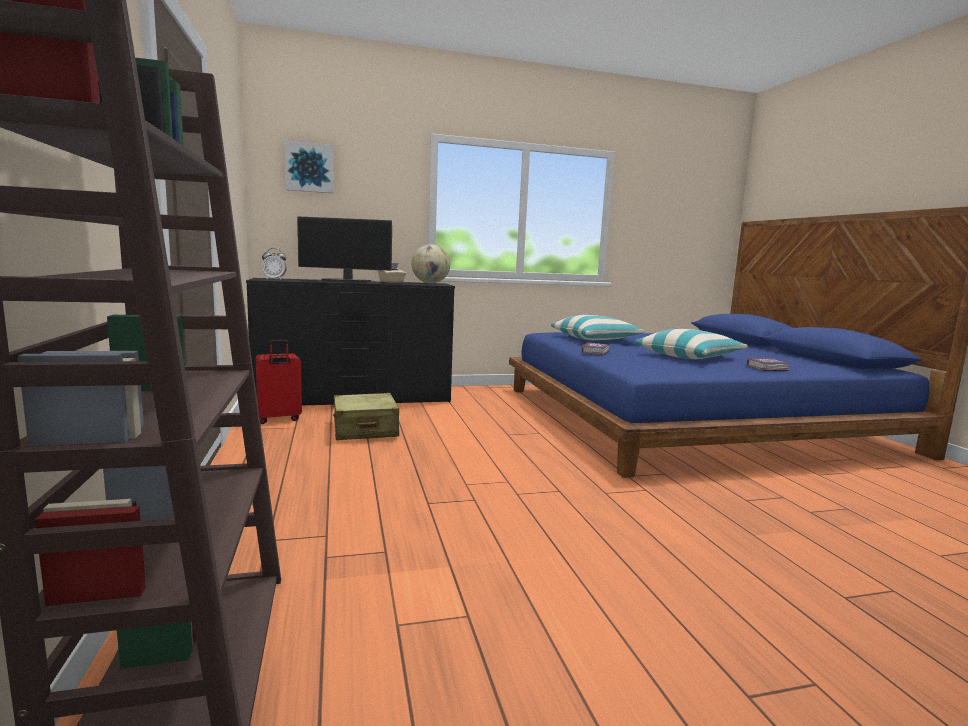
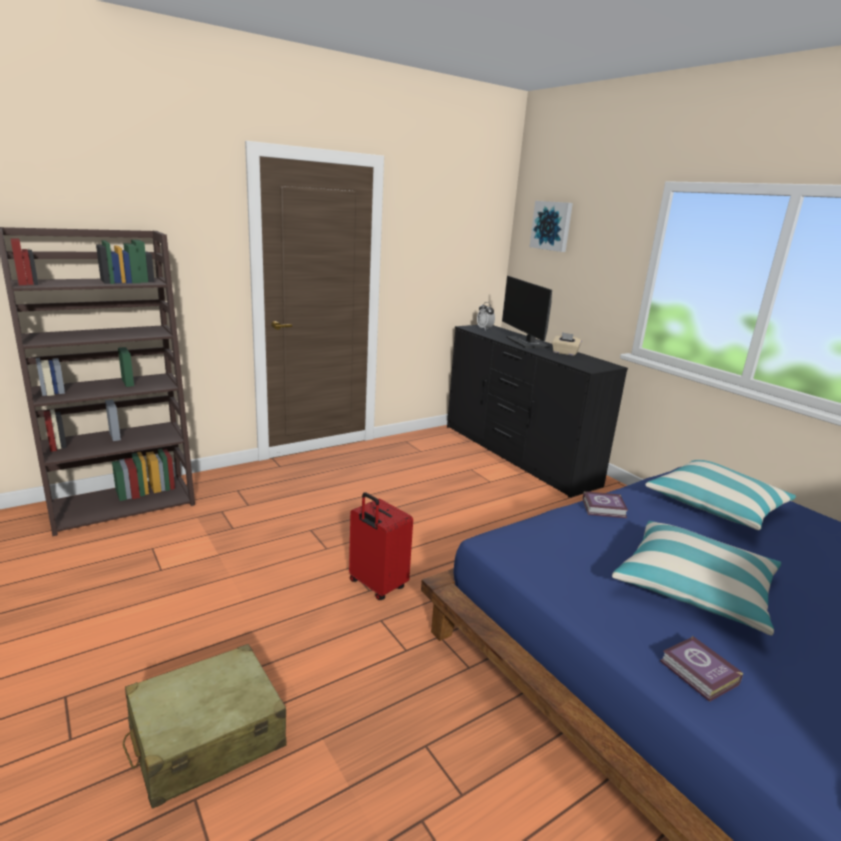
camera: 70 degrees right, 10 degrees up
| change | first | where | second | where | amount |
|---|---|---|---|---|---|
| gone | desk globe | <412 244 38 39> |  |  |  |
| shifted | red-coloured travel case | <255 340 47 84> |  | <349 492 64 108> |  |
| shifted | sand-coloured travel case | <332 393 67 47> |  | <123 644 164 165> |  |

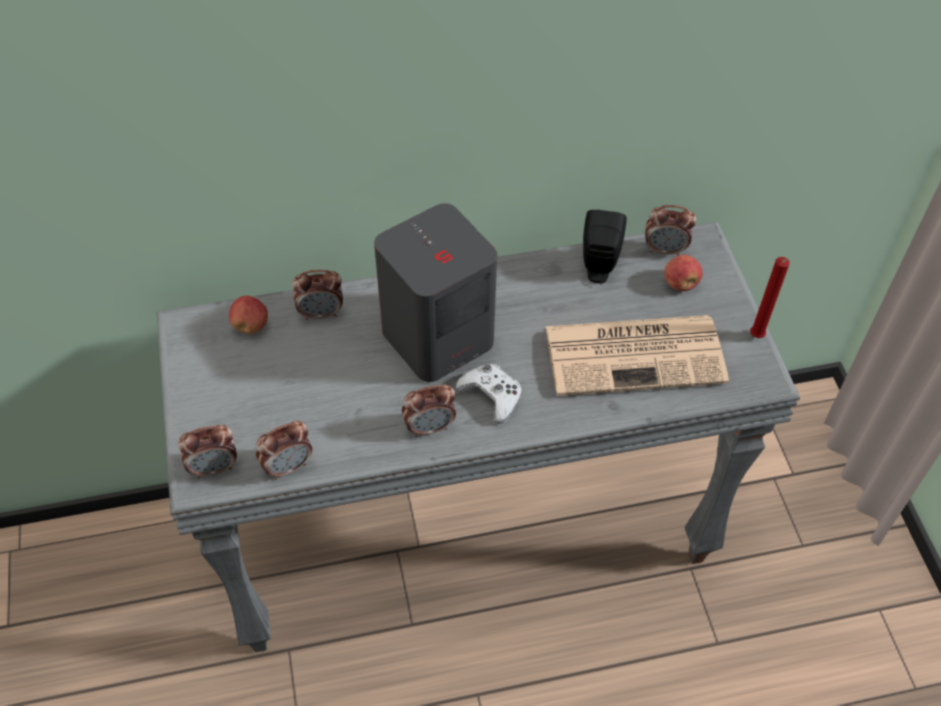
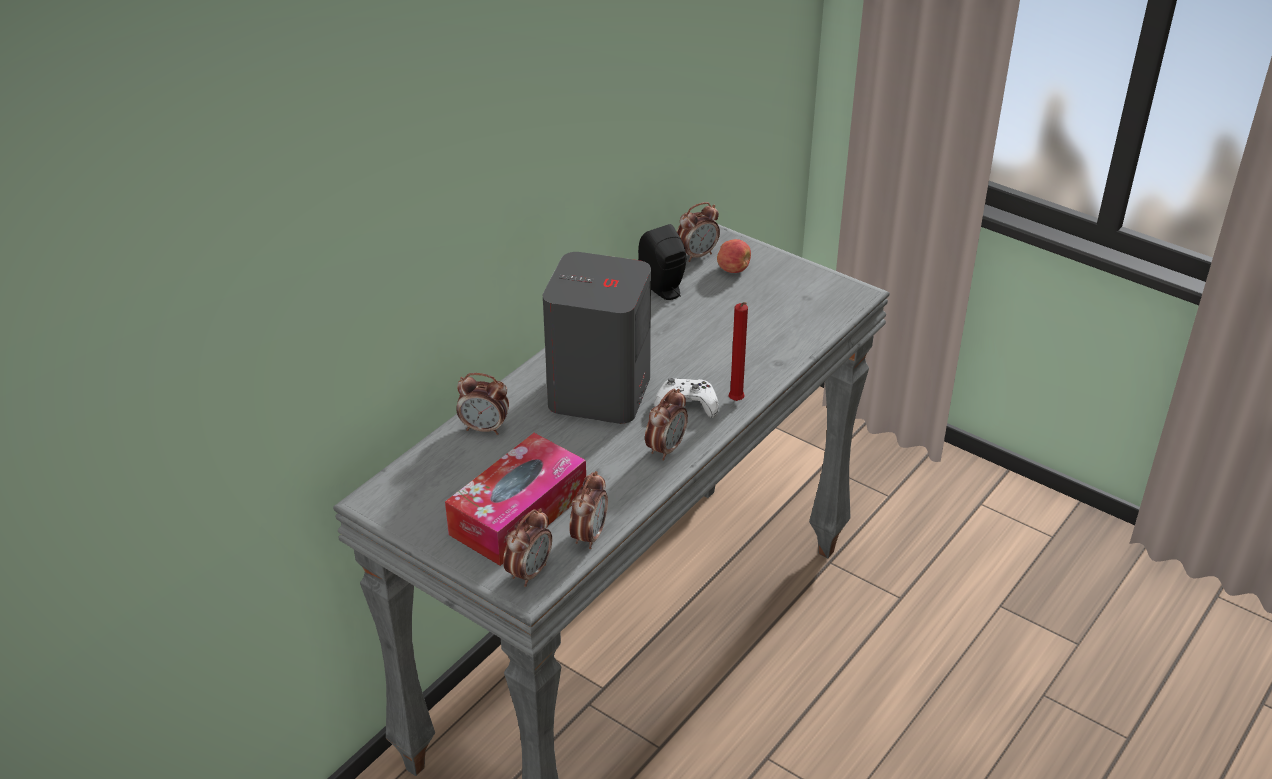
camera: 40 degrees left, 15 degrees down
| change | first | where | second | where | amount |
|---|---|---|---|---|---|
| shifted | red-coloured wax candle | <750 257 40 81> |  | <729 302 19 99> |  |
| rotated | alarm clock | <292 269 51 51> |  | <456 373 53 62> | 60 degrees clockwise |
| gone | whole apple | <229 296 39 38> |  |  |  |
| gone | daily paper | <545 315 184 81> |  |  |  |
| new |  |  | box of tissues | <445 433 141 133> |  |

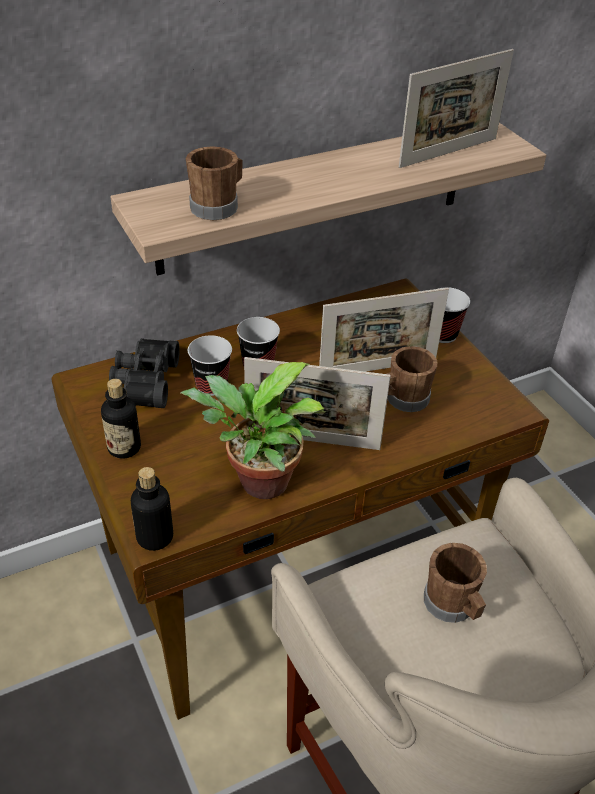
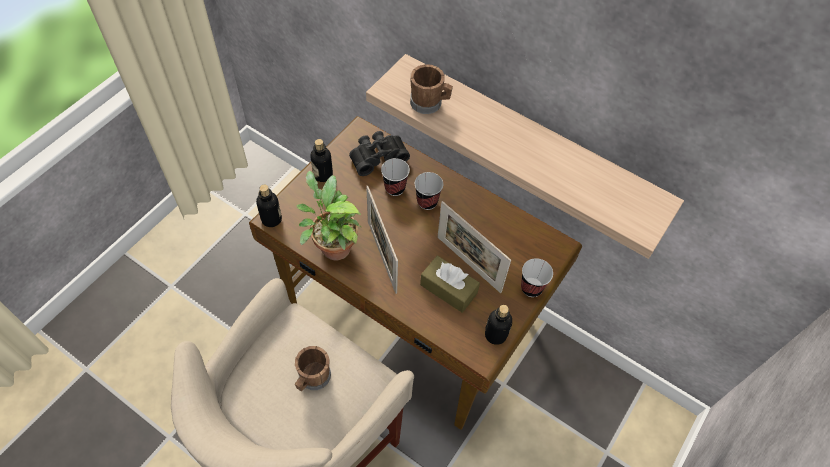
camera: 60 degrees right, 15 degrees up
| change | first | where | second | where | amount |
|---|---|---|---|---|---|
| gone | photo frame | <399 49 115 119> |  |  |  |
| swapped | brownish mug | <386 346 51 66> | brownish box of tissues | <420 256 60 57> |  |
| new |  |  | beverage bottle | <485 305 27 40> |  |

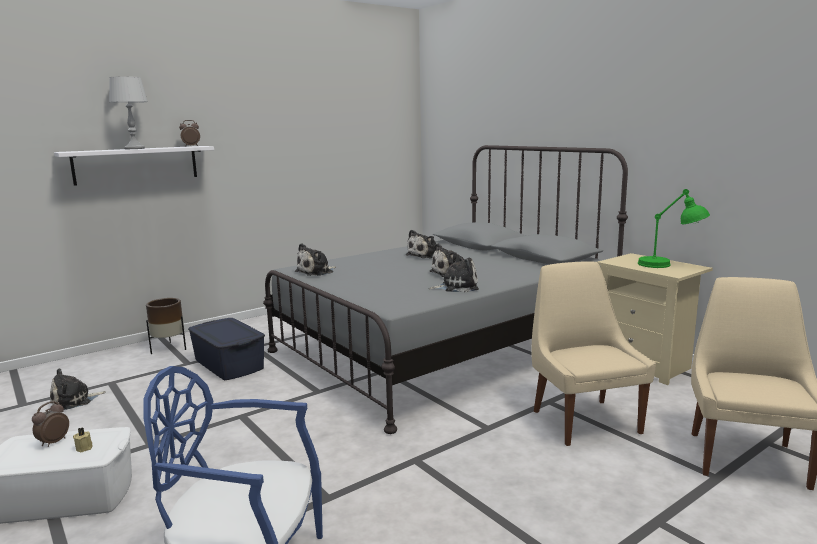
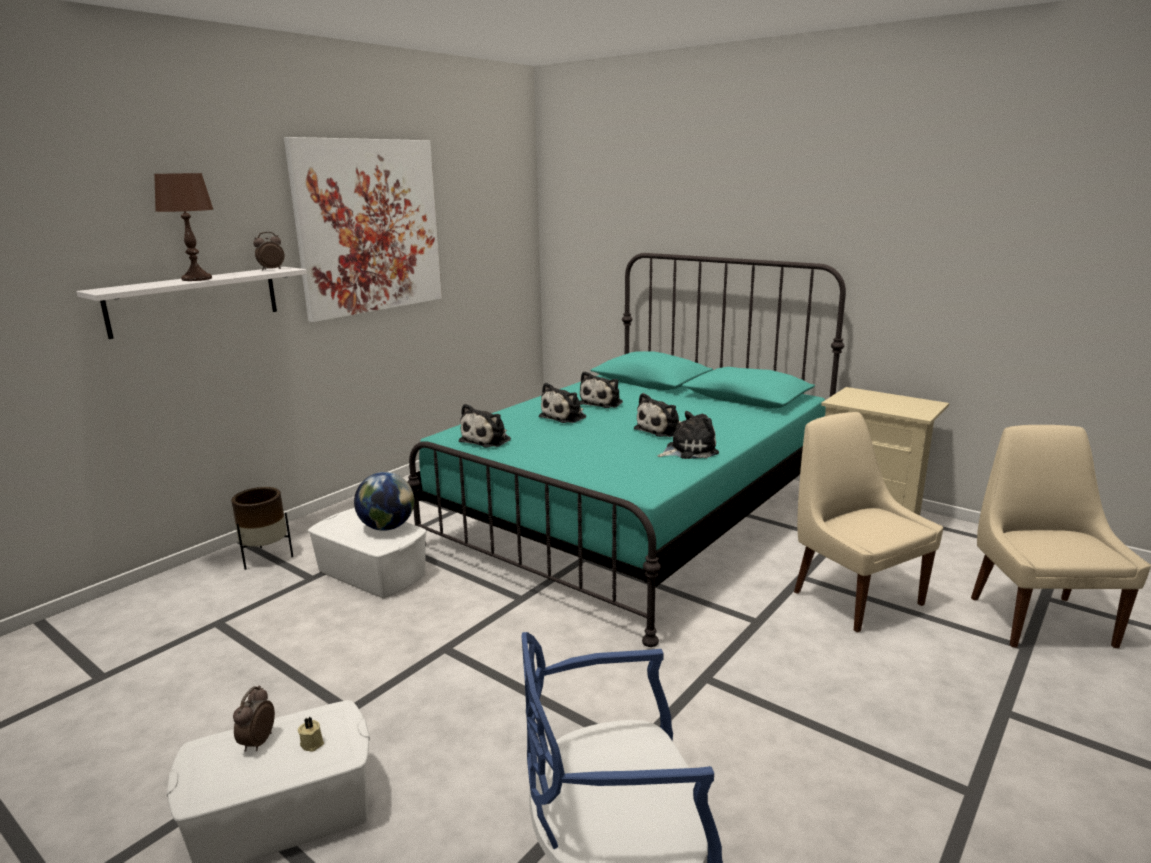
camera: 15 degrees left, 5 degrees up
| change | first | where | second | where | amount |
|---|---|---|---|---|---|
| repainted | gray table lamp | <109 76 39 73> | brownish table lamp | <154 173 59 108> |  |
| repainted | gray bedroom bed | <263 145 365 289> | turquoise bedroom bed | <407 253 439 394> |  |
| gone | green table lamp | <638 189 72 79> |  |  |  |
| repainted | blue storage bin | <188 318 77 62> | whitish storage bin | <308 508 119 90> |  |
| shifted | plush toy | <50 368 56 42> |  | <539 382 47 41> |  |
| new |  |  | wall art | <284 137 158 185> |  |
| new |  |  | desk globe | <354 472 60 59> |  |

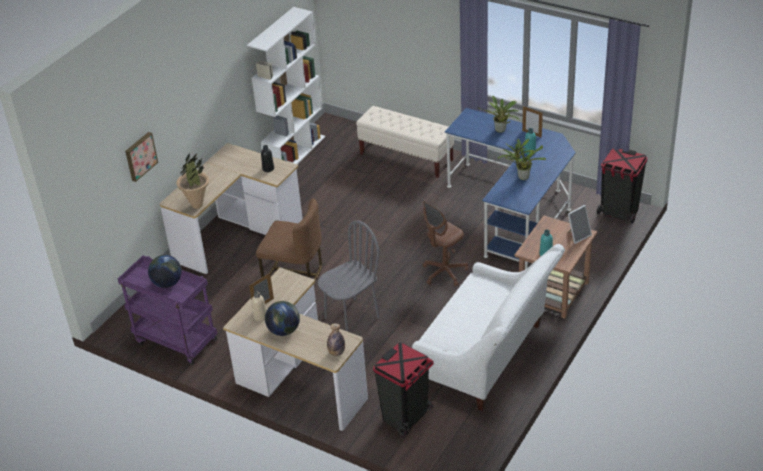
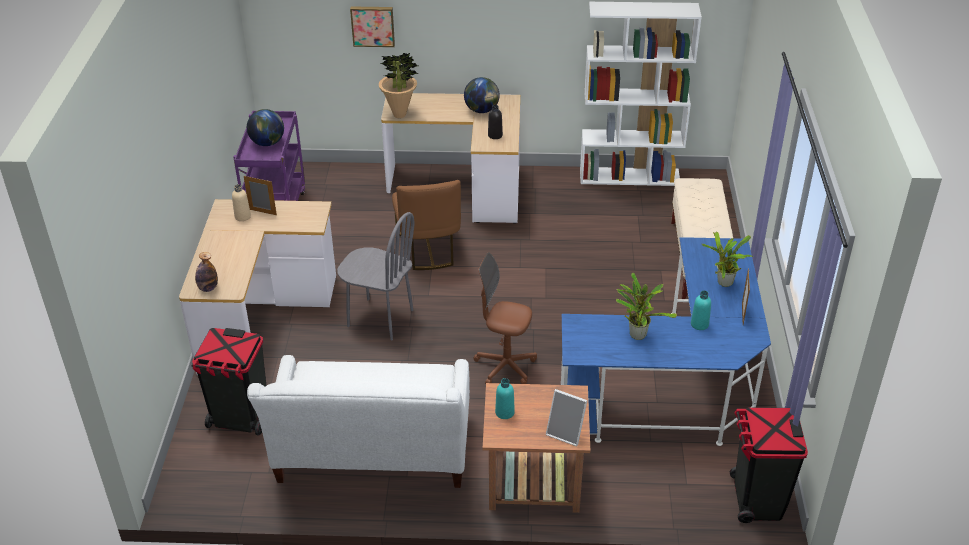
camera: 60 degrees right, 0 degrees up
| change | first | where | second | where | amount |
|---|---|---|---|---|---|
| shifted | desk globe | <265 301 35 35> |  | <464 77 36 36> |  |

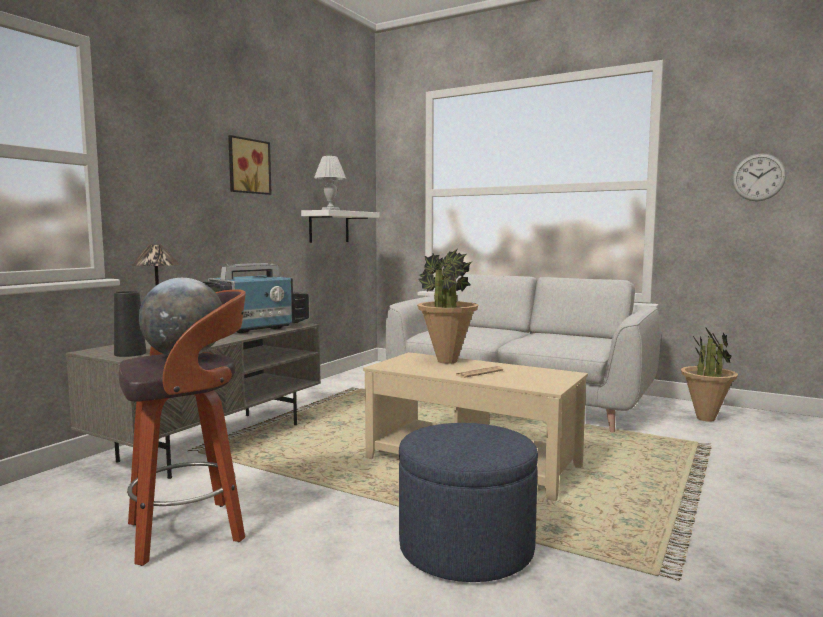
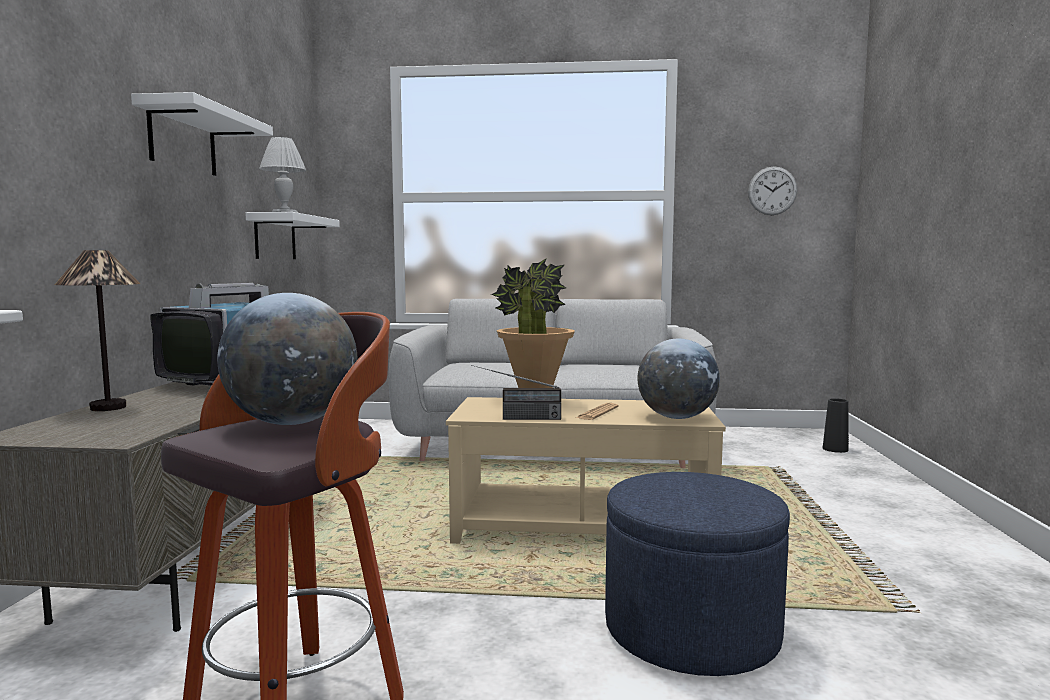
camera: 25 degrees left, 0 degrees up
| change | first | where | second | where | amount |
|---|---|---|---|---|---|
| swapped | wall art | <228 135 44 60> | whitish shelf | <131 92 142 84> |  |
| shifted | black flower vase | <114 291 32 66> |  | <823 398 26 55> |  |
| gone | houseplant | <681 327 57 95> |  |  |  |
| new |  |  | desk globe | <637 339 83 80> |  |
| new |  |  | radio set | <471 365 90 55> |  |

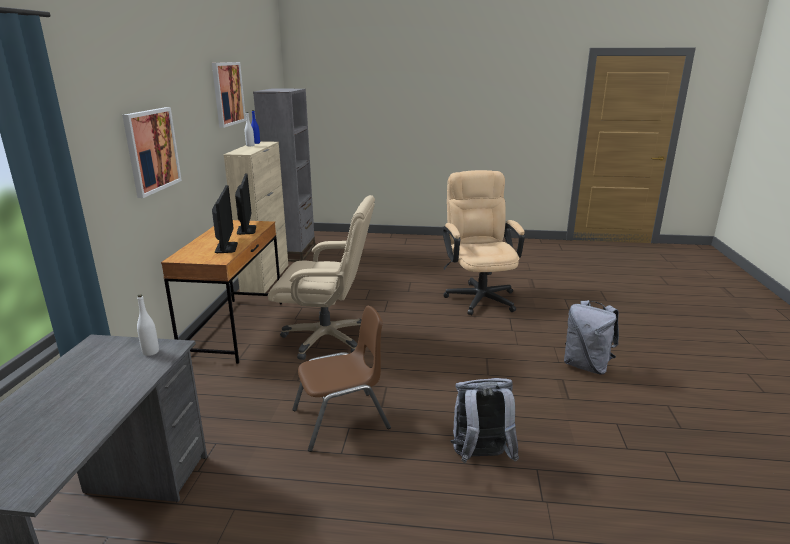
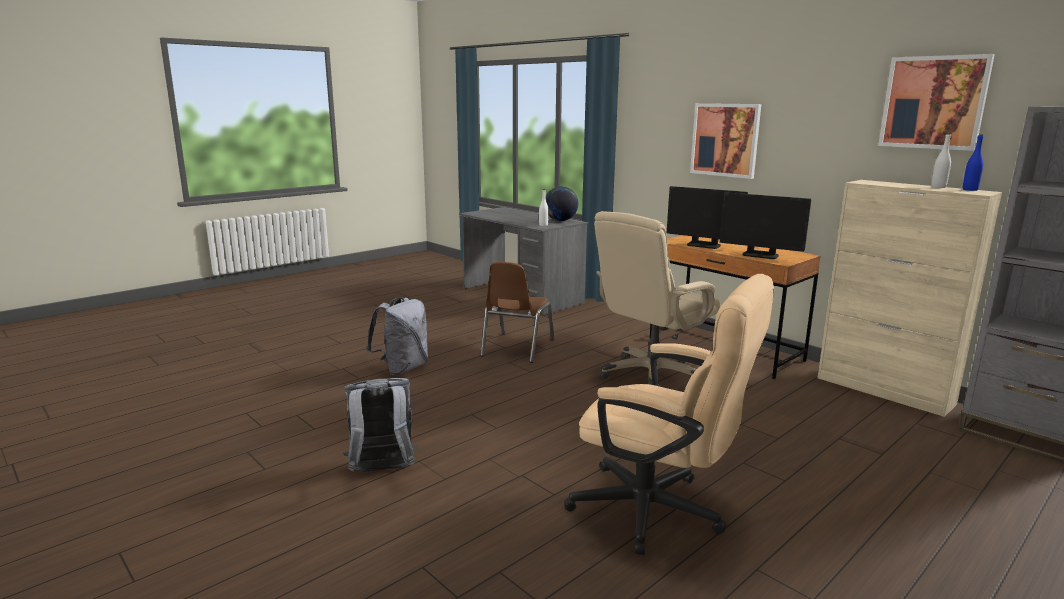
camera: 130 degrees right, 5 degrees down
| change | first | where | second | where | amount |
|---|---|---|---|---|---|
| new |  |  | desk globe | <546 186 32 35> |  |

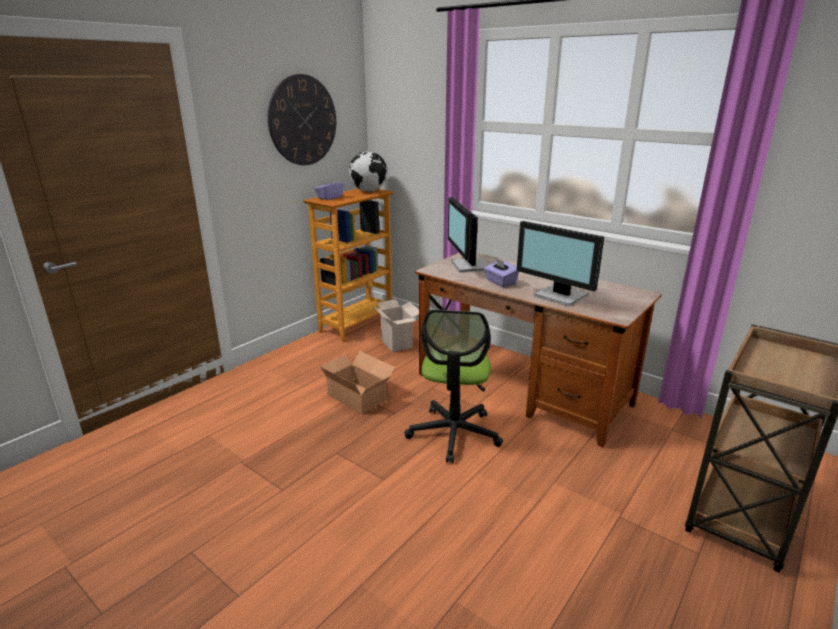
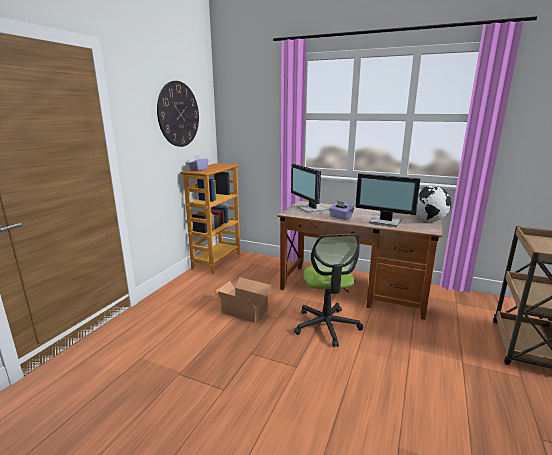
camera: 15 degrees left, 5 degrees down
| change | first | where | second | where | amount |
|---|---|---|---|---|---|
| shifted | desk globe | <349 151 39 41> |  | <416 186 35 36> |  |
| gone | packing box | <373 299 46 53> |  |  |  |

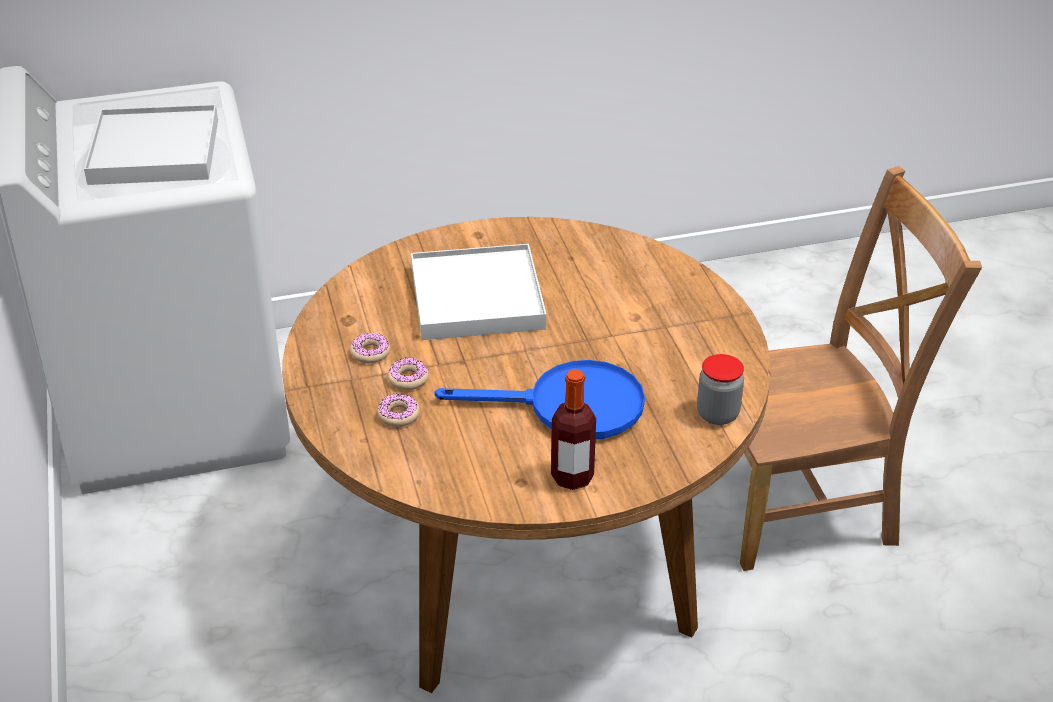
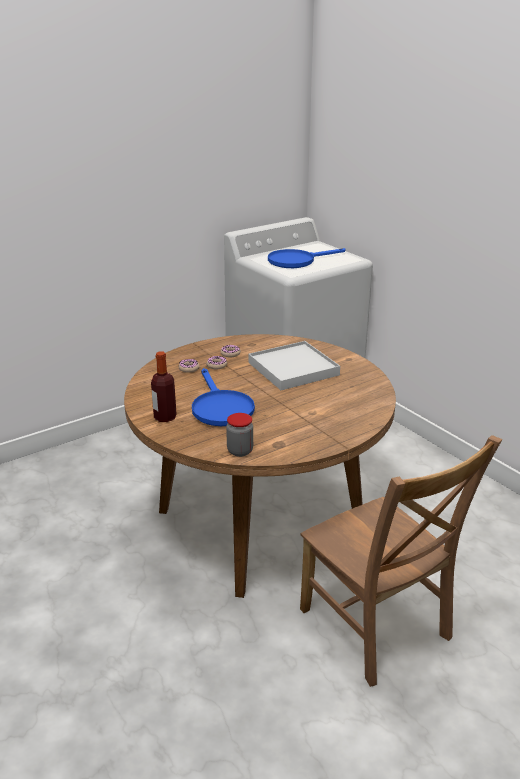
camera: 70 degrees right, 10 degrees down
| change | first | where | second | where | amount |
|---|---|---|---|---|---|
| swapped | whitish serving tray | <84 104 134 81> | blue pan | <268 248 77 20> |  |

